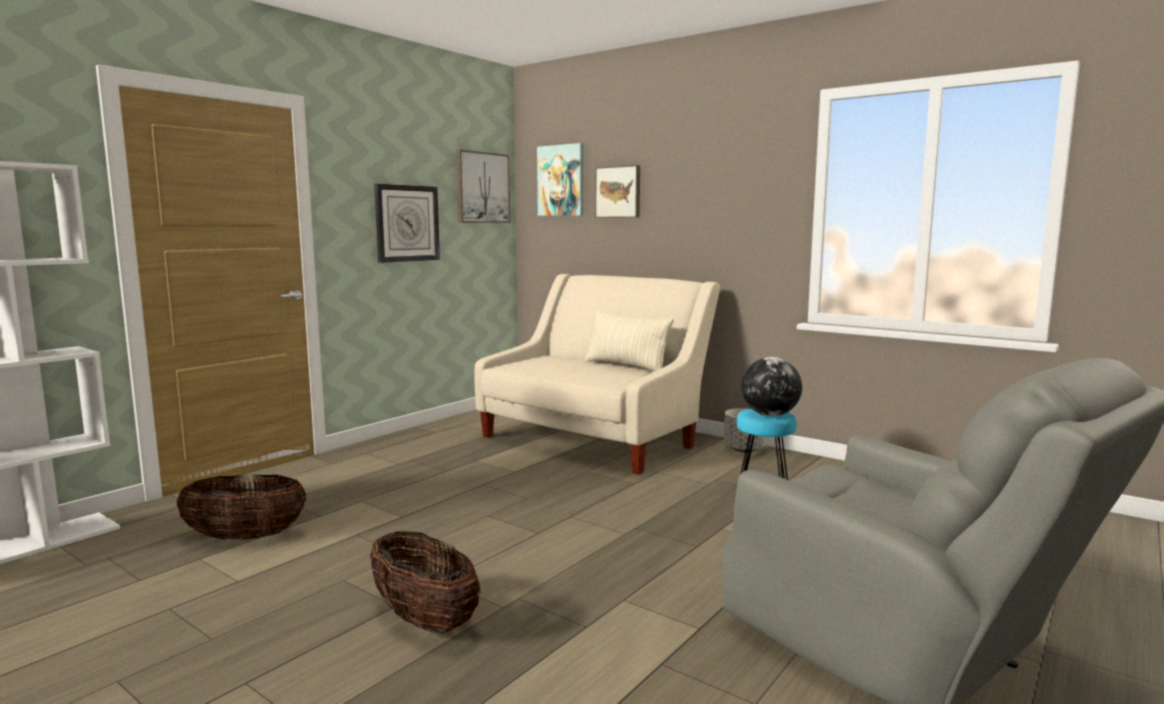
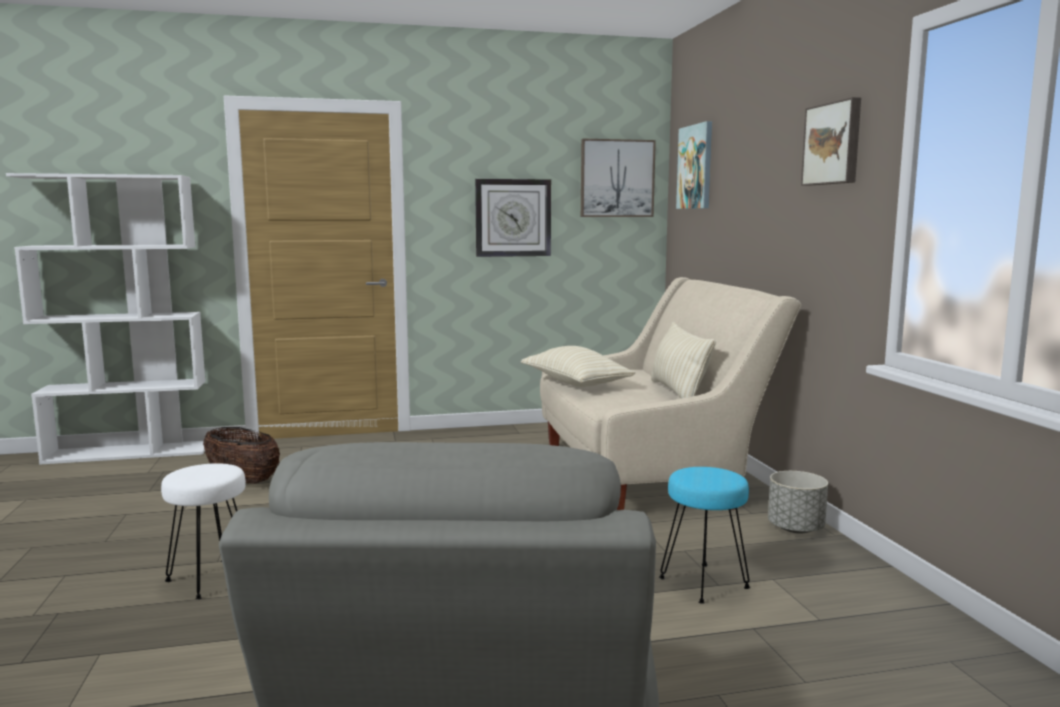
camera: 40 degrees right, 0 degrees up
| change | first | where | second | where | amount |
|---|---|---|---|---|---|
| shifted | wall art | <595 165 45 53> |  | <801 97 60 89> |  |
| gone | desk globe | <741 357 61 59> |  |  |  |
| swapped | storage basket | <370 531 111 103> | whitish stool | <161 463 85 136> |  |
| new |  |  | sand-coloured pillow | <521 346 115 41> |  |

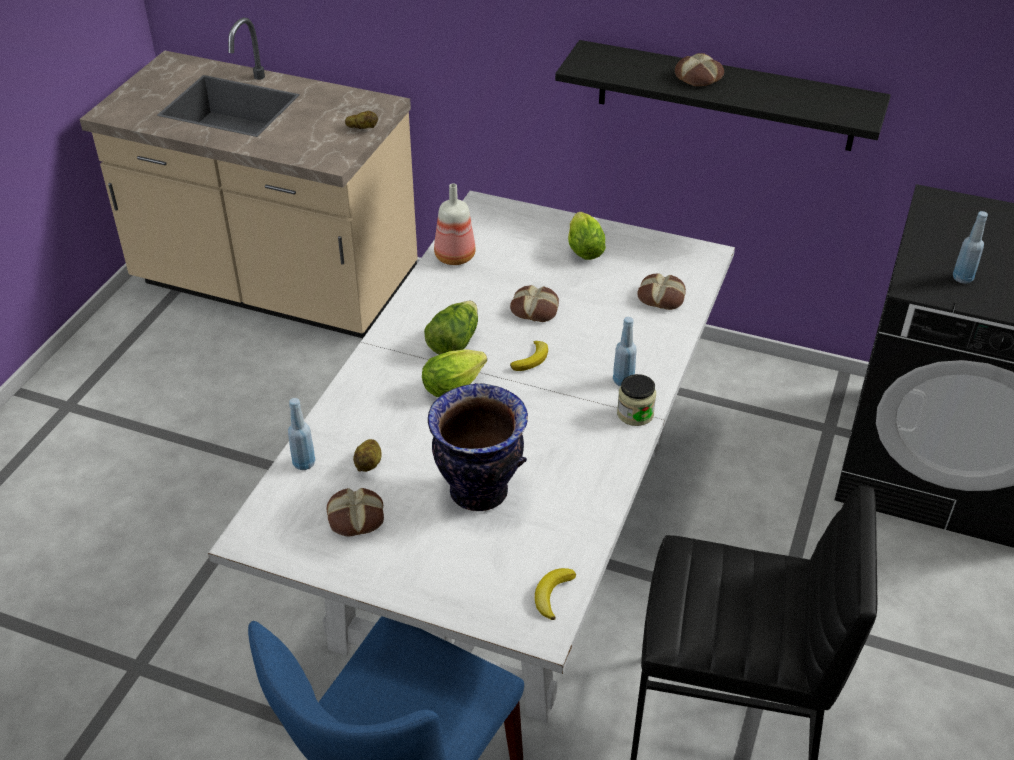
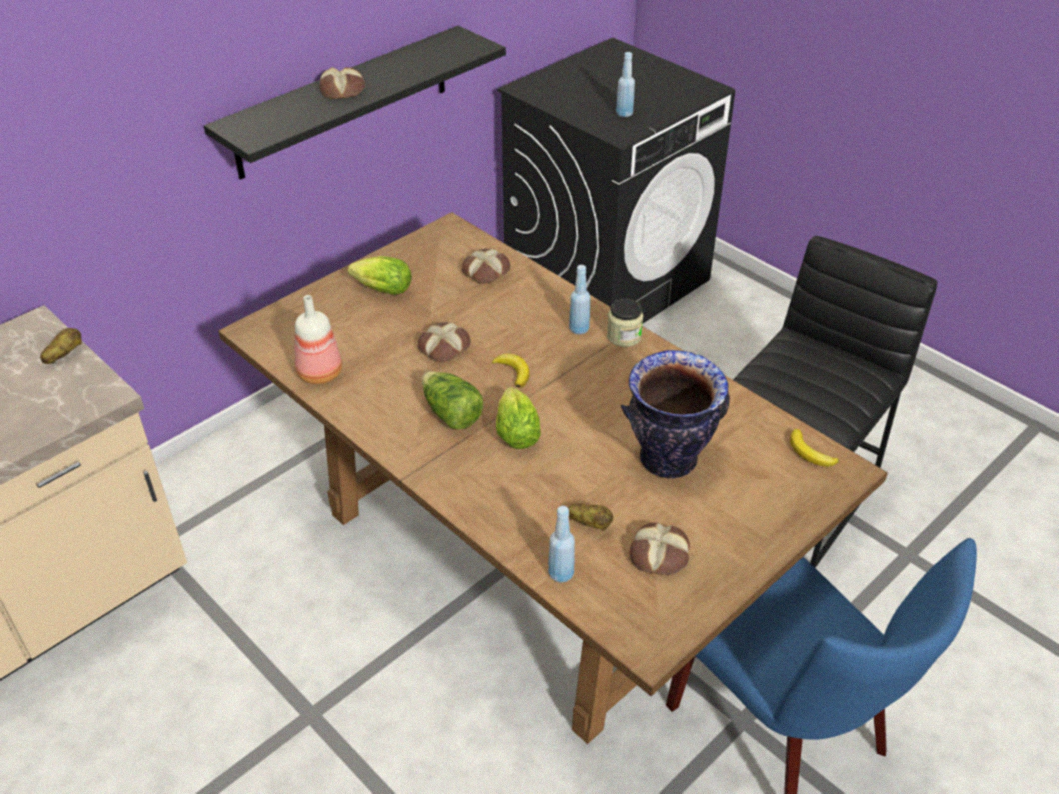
camera: 65 degrees left, 0 degrees up
| change | first | where | second | where | amount |
|---|---|---|---|---|---|
| repainted | whitish dining table | <208 191 527 531> | brownish dining table | <218 212 670 532> |  |

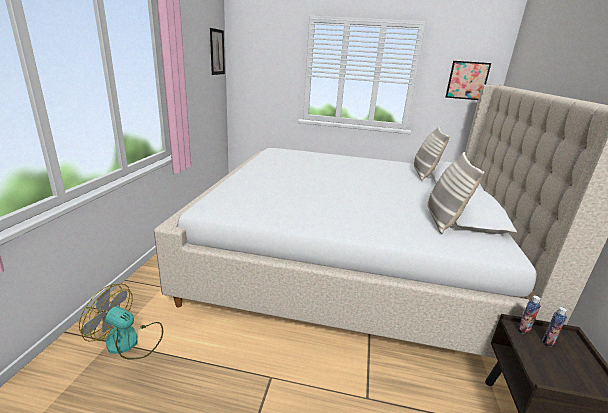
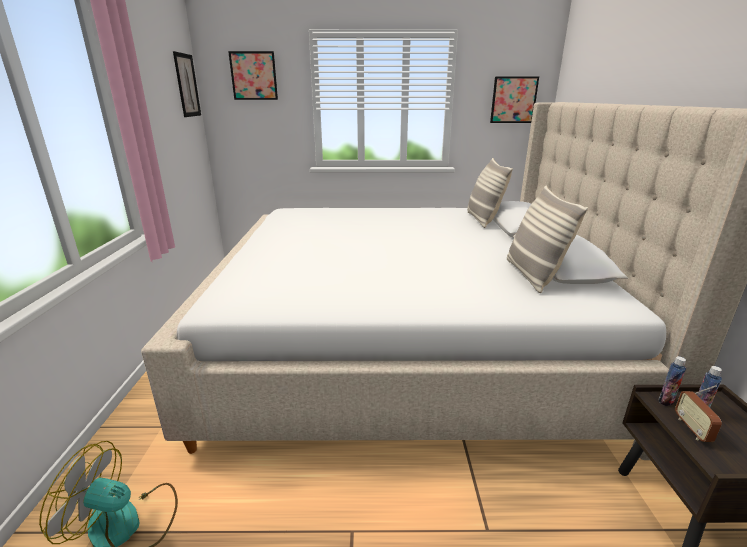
camera: 10 degrees left, 0 degrees up
| change | first | where | second | where | amount |
|---|---|---|---|---|---|
| new |  |  | wall art | <228 51 50 49> |  |
| new |  |  | radio set | <675 385 47 57> |  |

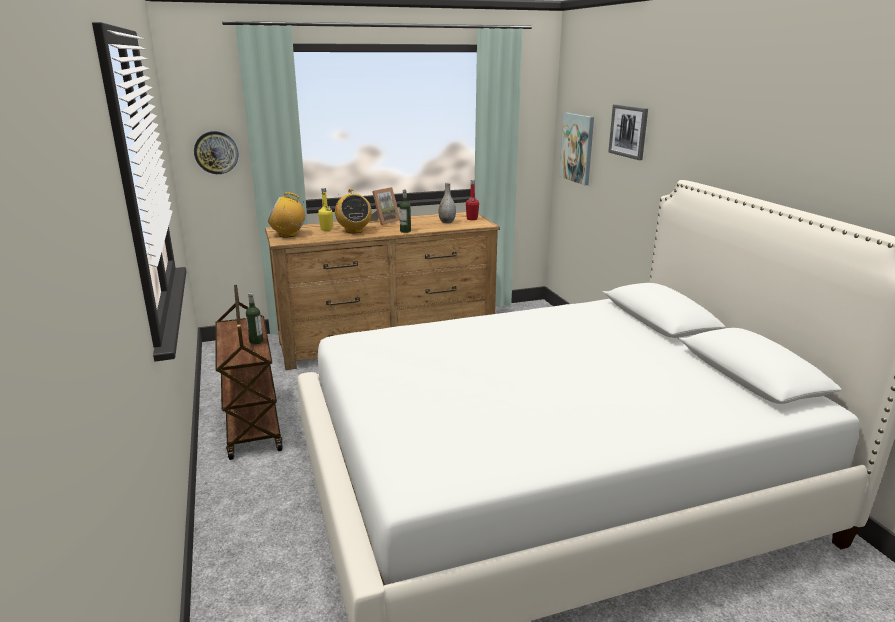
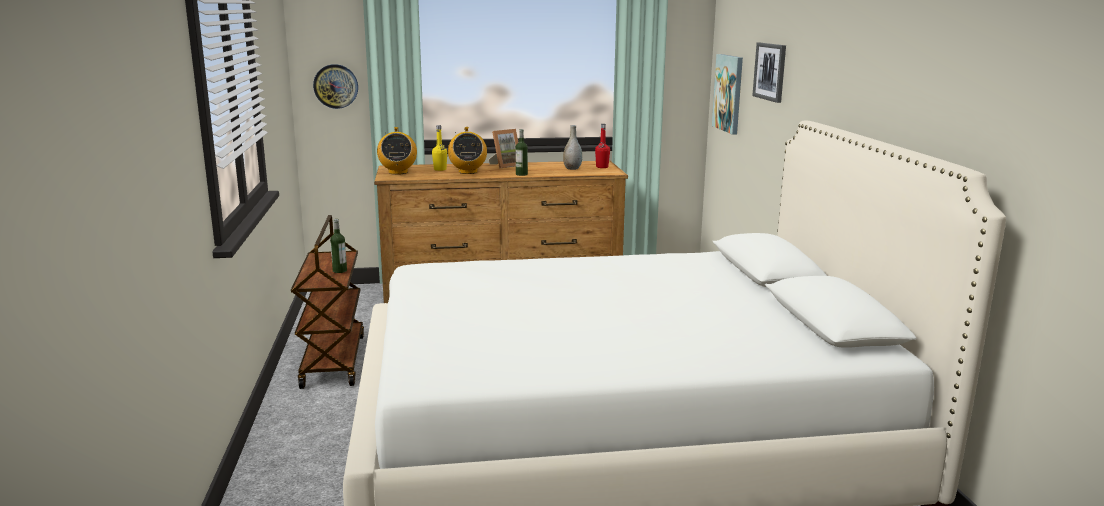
camera: 10 degrees right, 5 degrees down
| change | first | where | second | where | amount |
|---|---|---|---|---|---|
| rotated | radio set | <268 192 38 45> |  | <377 127 40 48> | 105 degrees counterclockwise |

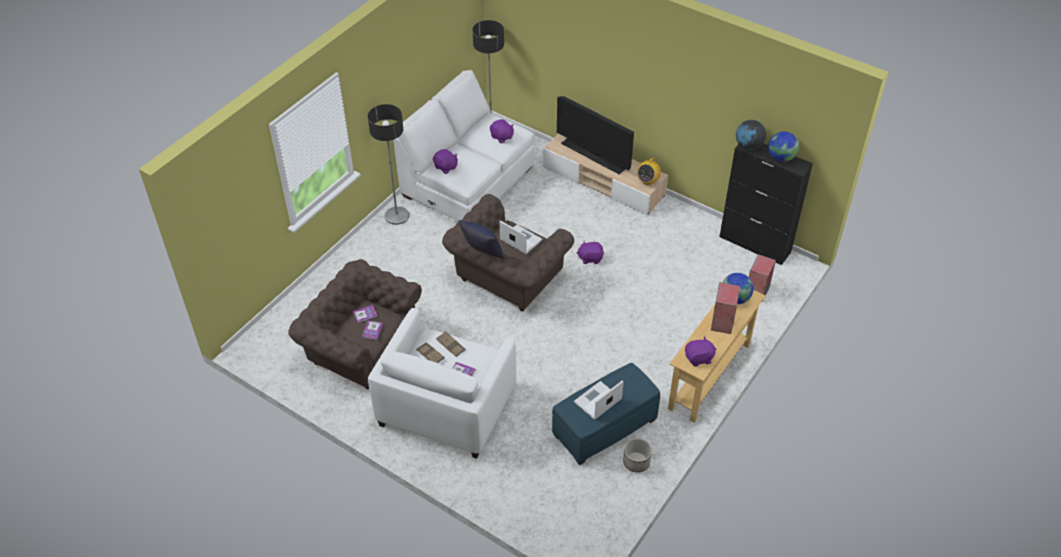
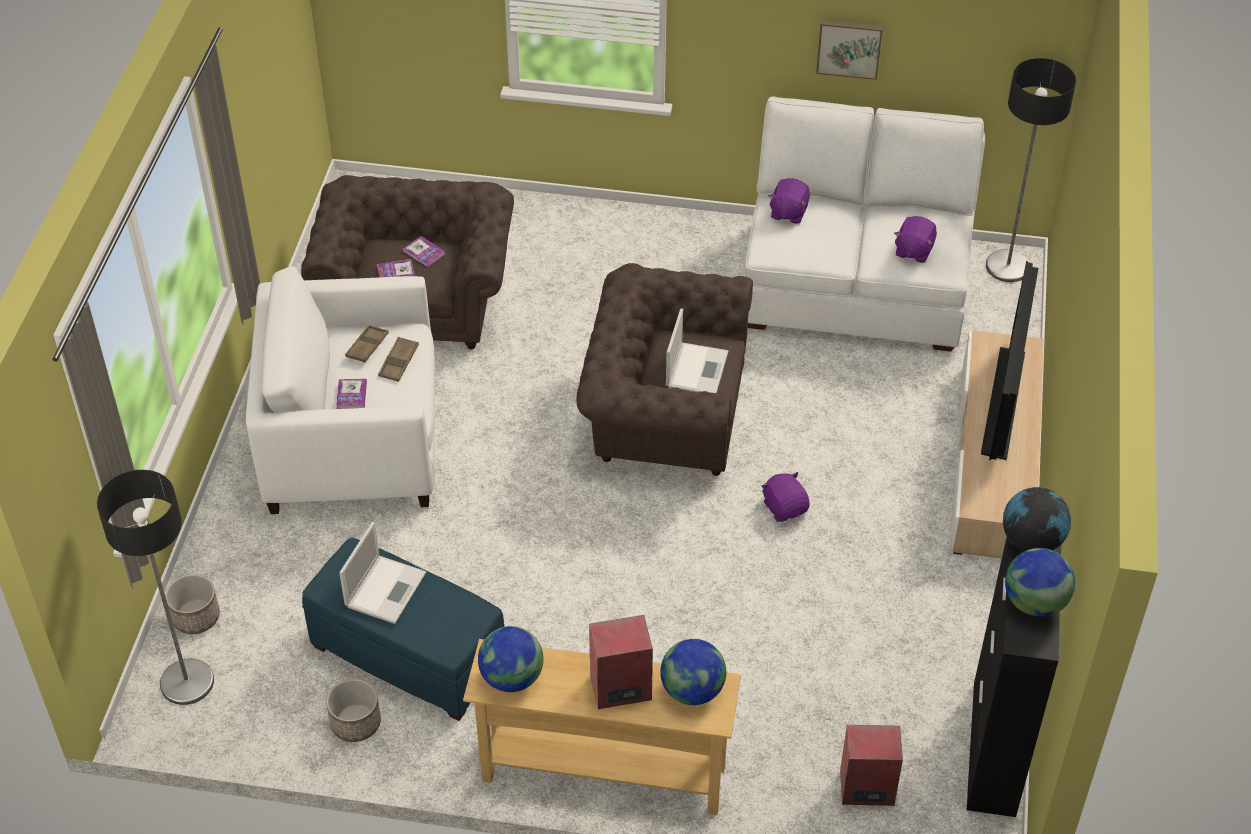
camera: 65 degrees right, 0 degrees up
| change | first | where | second | where | amount |
|---|---|---|---|---|---|
| shifted | floor lamp | <368 104 41 121> |  | <97 470 117 235> |  |
| gone | radio set | <637 158 24 27> |  |  |  |
| gone | blue pillow | <458 220 46 38> |  |  |  |
| swapped | purple-coloured plush toy | <685 337 32 30> | desk globe | <478 626 66 66> |  |
| rotated | portable computer | <574 380 50 39> |  | <339 522 87 102> | 90 degrees clockwise |
| new |  |  | wall art | <816 20 67 60> |  |
| new |  |  | plant pot | <165 574 55 60> |  |

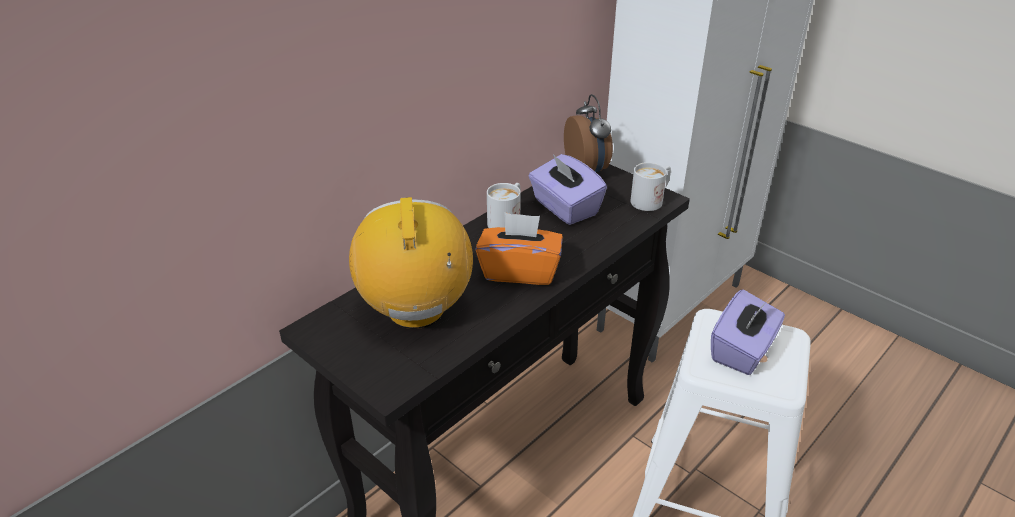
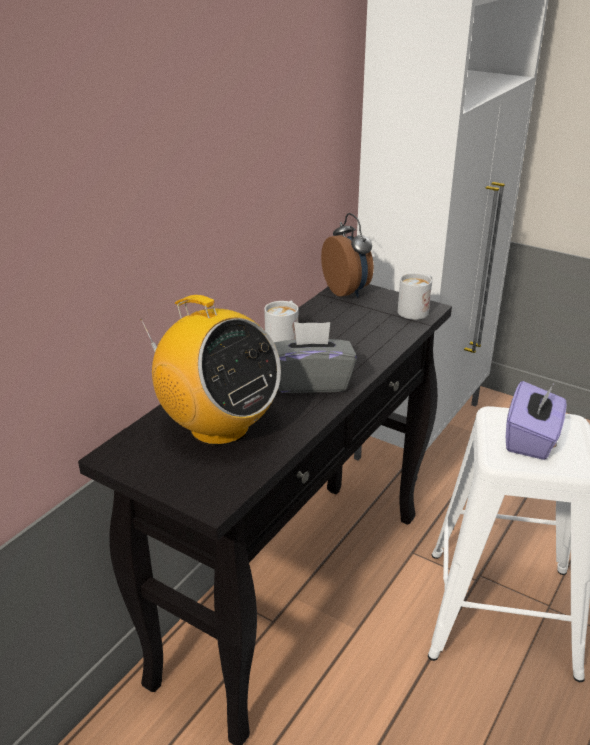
camera: 10 degrees left, 5 degrees down
| change | first | where | second | where | amount |
|---|---|---|---|---|---|
| gone | purple-coloured box of tissues | <529 154 78 71> |  |  |  |
| rotated | radio set | <349 197 124 132> |  | <140 295 141 151> | 150 degrees clockwise |
| repainted | orangey box of tissues | <476 212 87 73> | gray box of tissues | <274 322 83 71> |  |

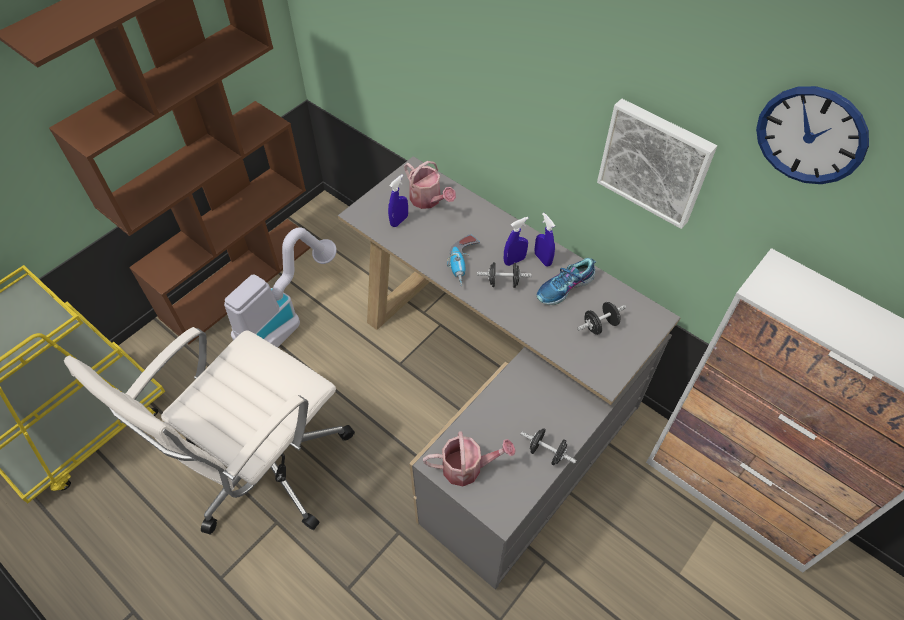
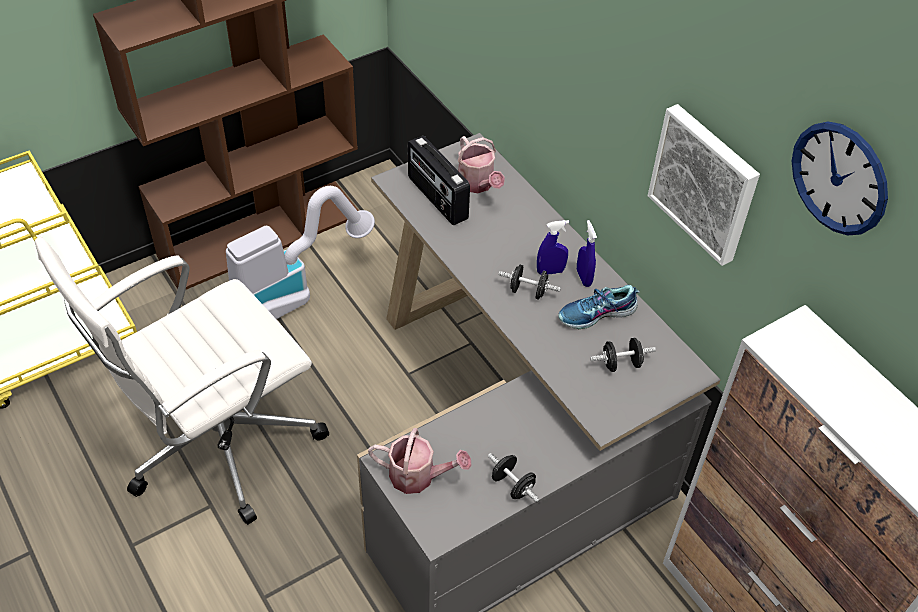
camera: 15 degrees right, 5 degrees down
| change | first | where | second | where | amount |
|---|---|---|---|---|---|
| swapped | blue hand sprayer | <388 175 20 52> | radio set | <408 135 62 90> |  |
| gone | electric drill | <447 234 33 52> |  |  |  |

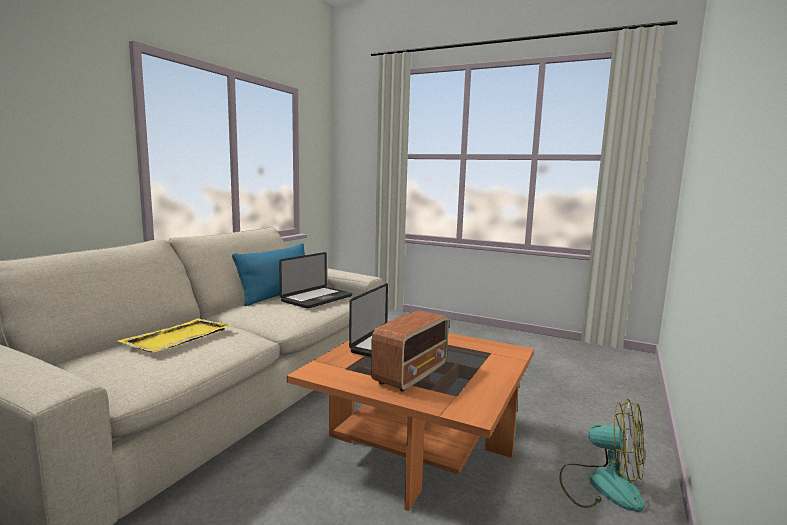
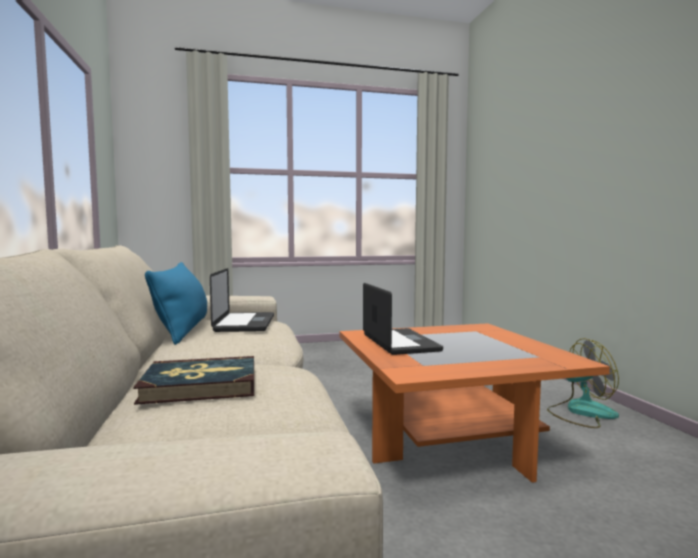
camera: 40 degrees left, 5 degrees down
| change | first | where | second | where | amount |
|---|---|---|---|---|---|
| gone | radio set | <371 310 78 82> |  |  |  |
| swapped | yellowish serving tray | <118 318 114 34> | bound book | <133 356 121 49> |  |

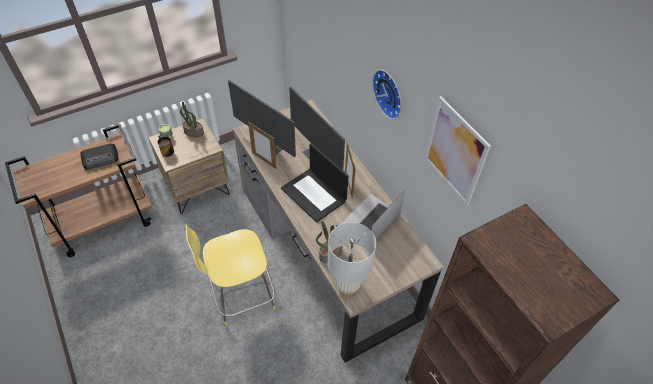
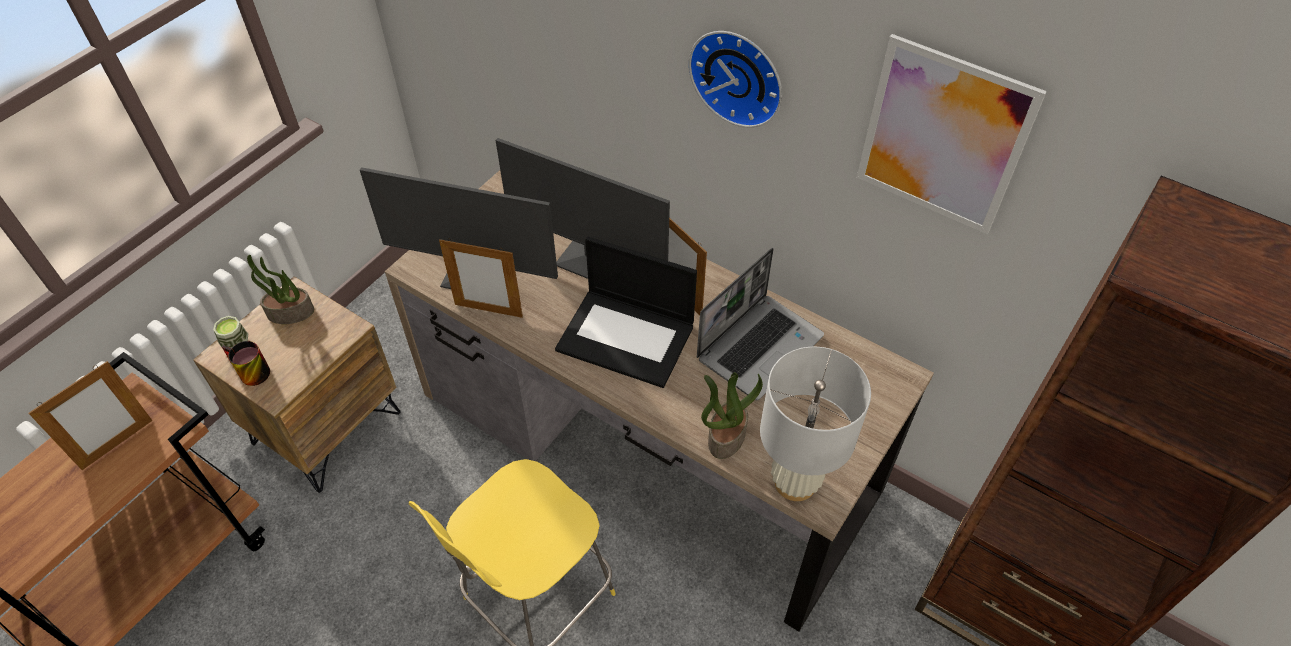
camera: 25 degrees left, 0 degrees up
| change | first | where | second | where | amount |
|---|---|---|---|---|---|
| swapped | radio set | <80 143 39 27> | photo frame | <29 361 124 109> |  |
| rotated | portable computer | <340 191 65 48> |  | <697 248 127 152> | 150 degrees counterclockwise |

